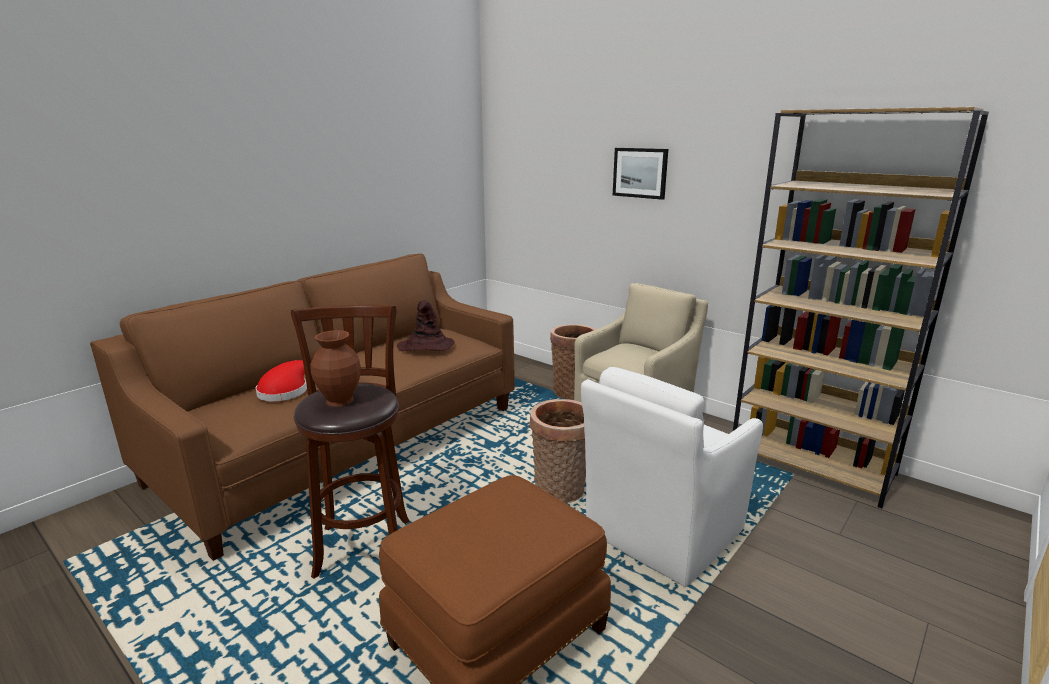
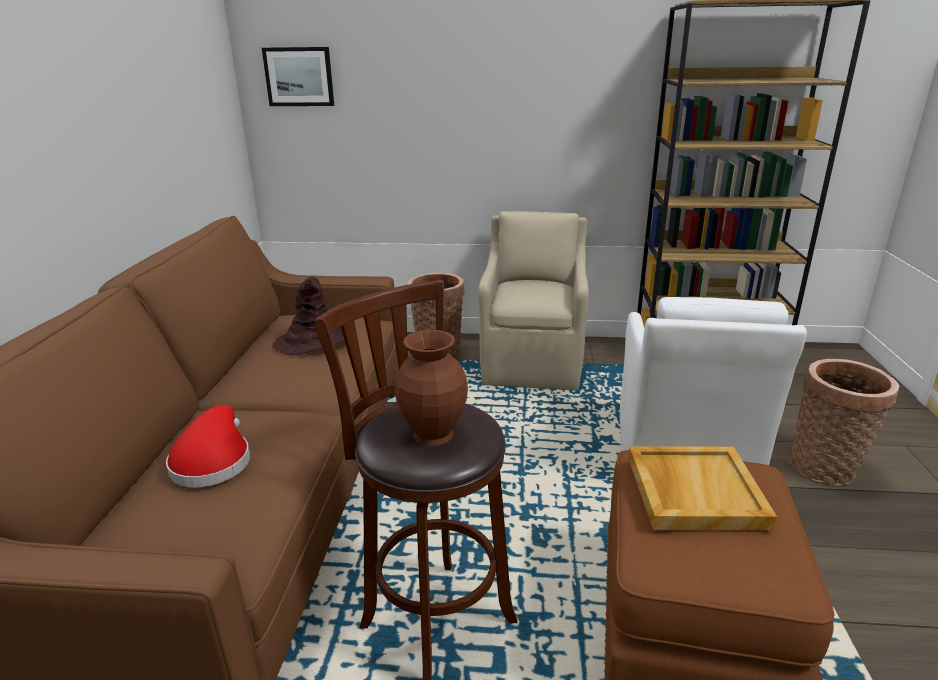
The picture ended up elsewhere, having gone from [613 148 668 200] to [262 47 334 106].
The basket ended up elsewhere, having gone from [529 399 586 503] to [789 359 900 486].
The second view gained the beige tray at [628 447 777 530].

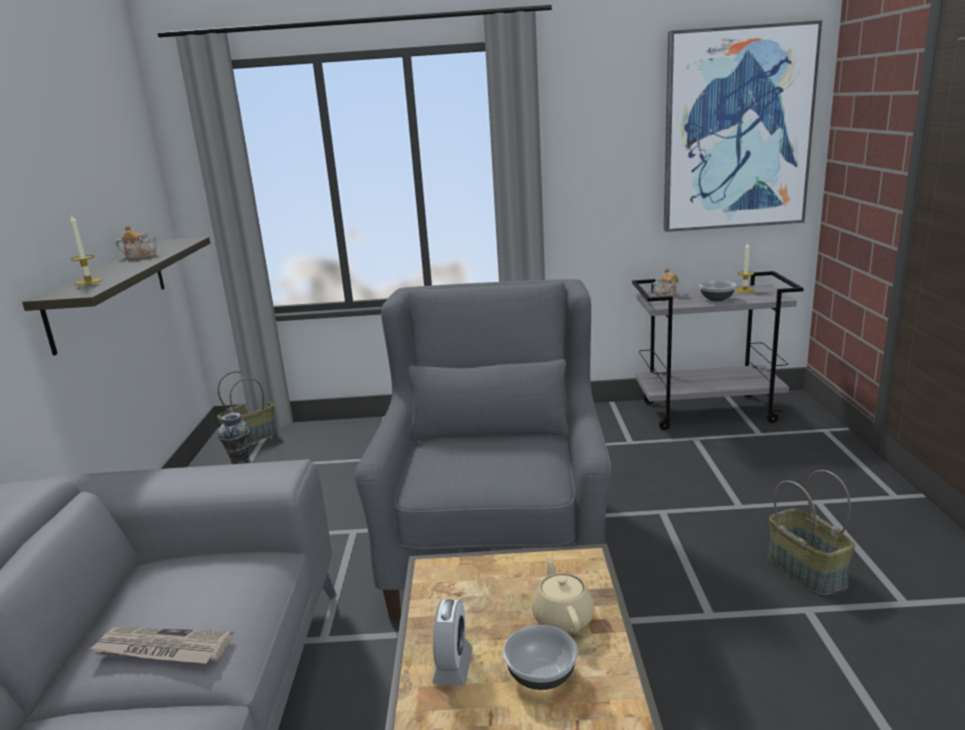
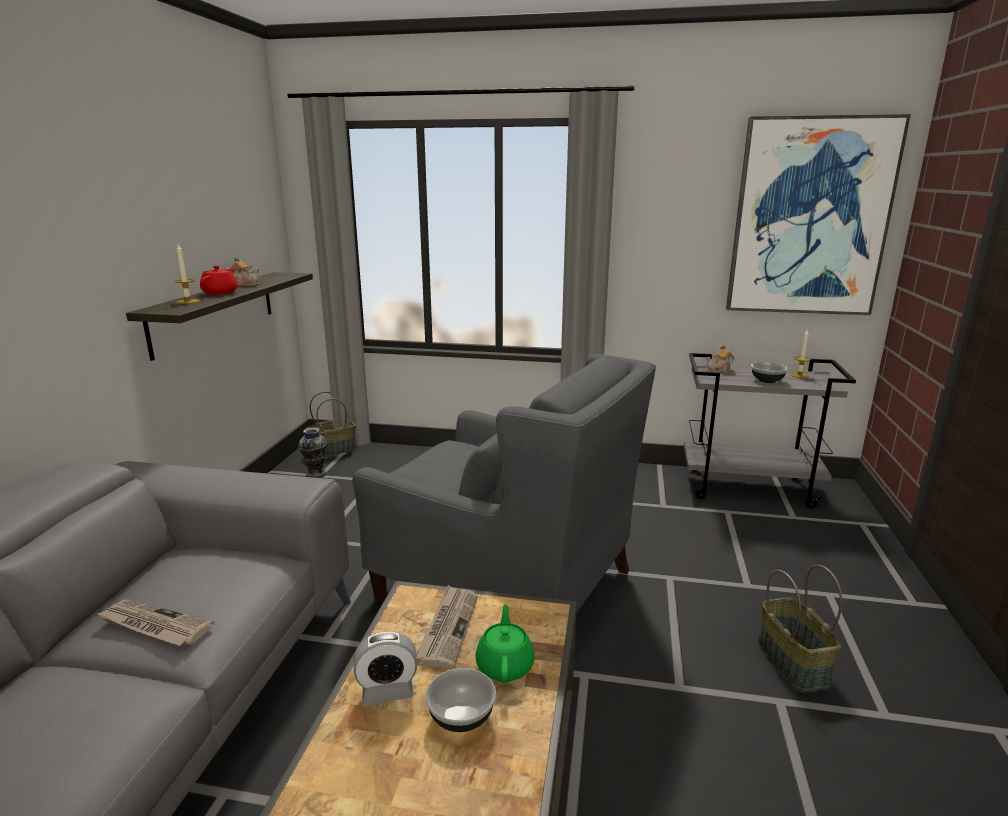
The grey armchair at [355 279 611 619] ended up facing another way, 105 degrees clockwise from before.
What was the beige teapot at [532 556 595 633] turned into the green teapot at [475 604 535 683].
The alarm clock at [432 599 473 685] ended up facing another way, 60 degrees clockwise from before.
The second view gained the red teapot at [200 265 238 295].
The second view gained the newspaper at [416 585 478 669].

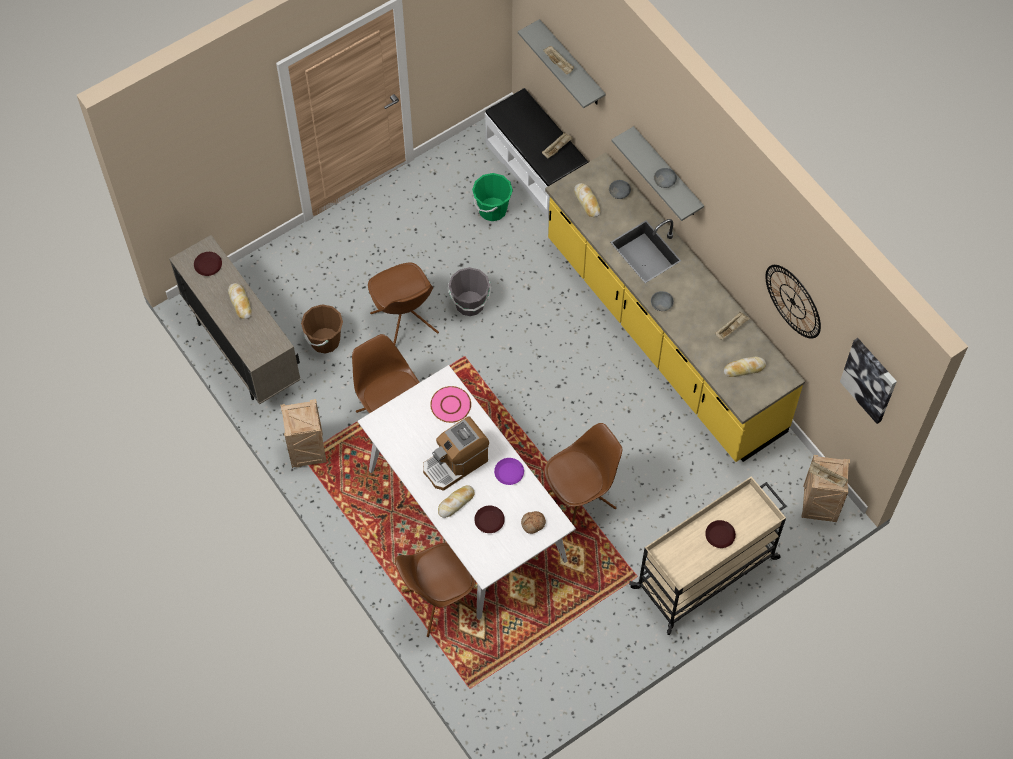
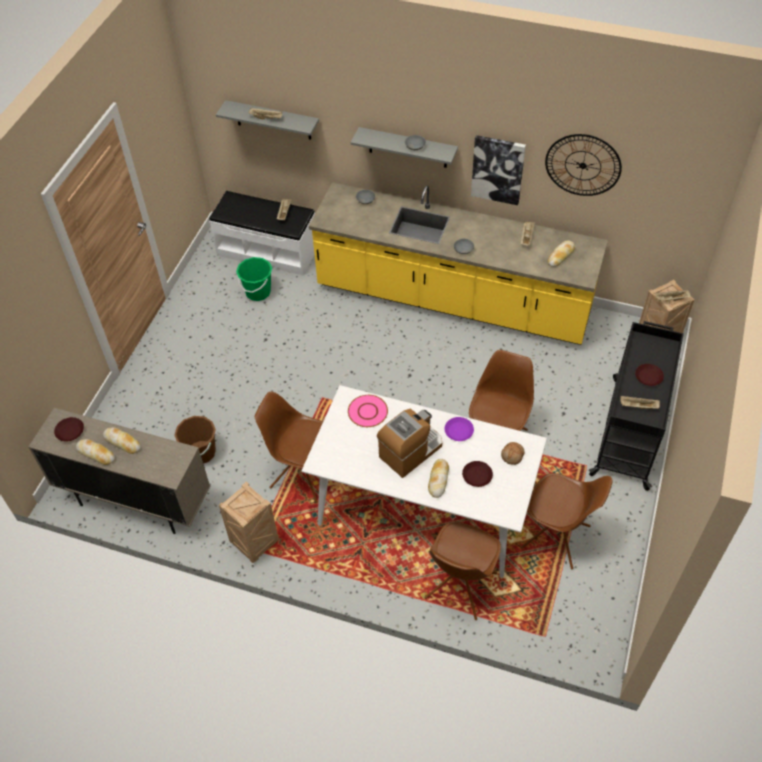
The bread ended up elsewhere, having gone from [574 183 600 217] to [76 439 115 465].
The brown chair ended up elsewhere, having gone from [368 262 439 345] to [521 473 613 569].
The second view lost the grey bucket at [449 267 491 316].
The picture ended up elsewhere, having gone from [840 338 897 424] to [471 135 526 205].
The coffee machine at [423 416 489 491] ended up facing another way, 150 degrees counterclockwise from before.
What was the beige cart at [629 476 787 635] turned into the black cart at [589 321 684 491].
The second view gained the beige tray at [620 396 660 409].

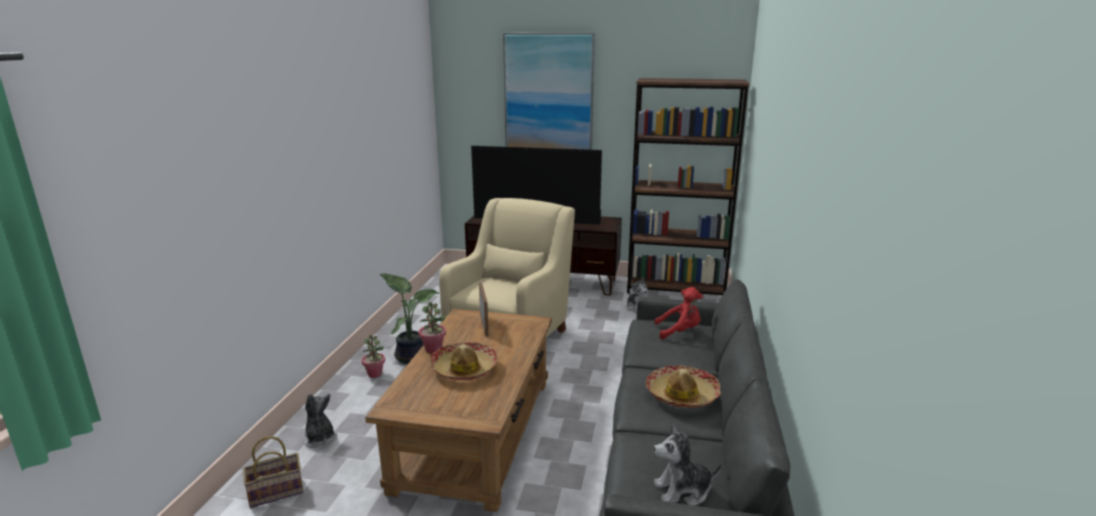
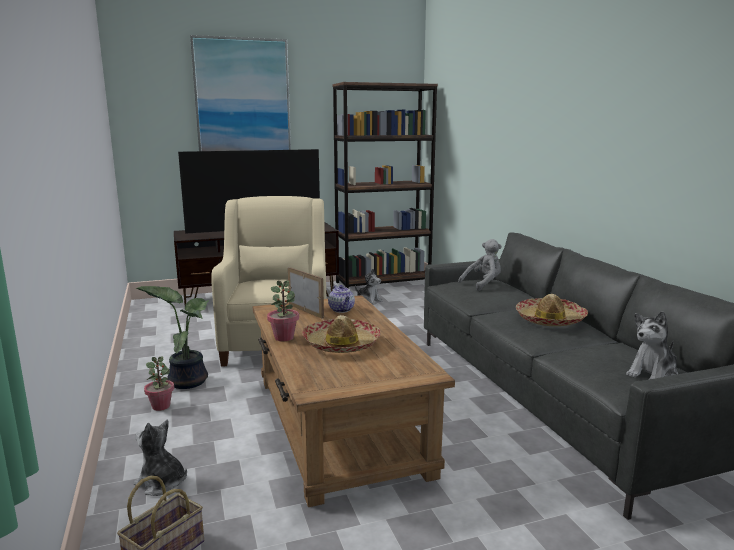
What was the red plush toy at [655 287 703 339] turned into the grey plush toy at [458 239 502 291].
The second view gained the teapot at [328 285 355 313].

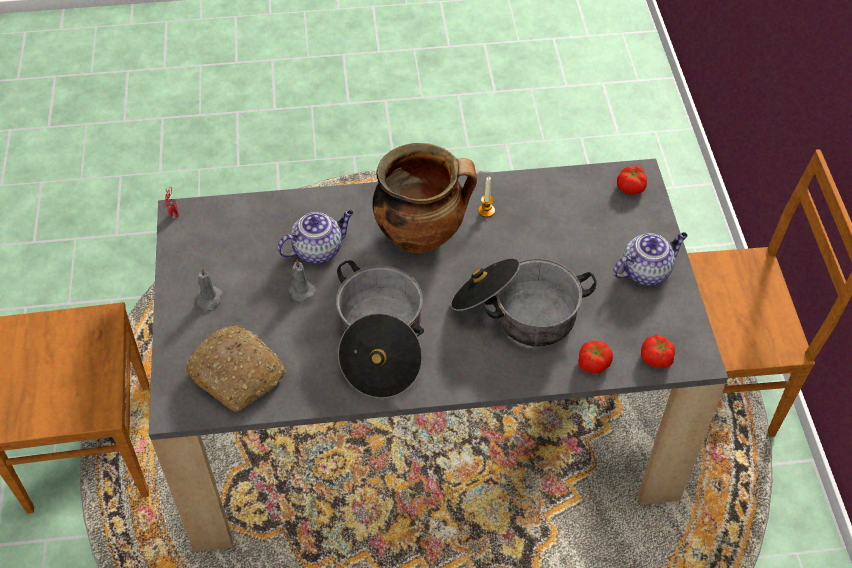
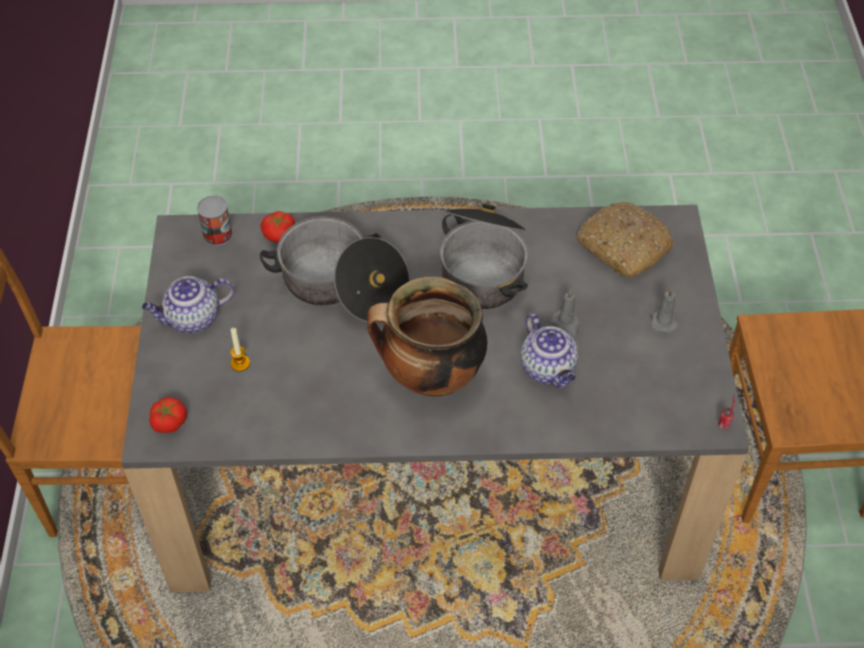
The candle ended up elsewhere, having gone from [478 177 495 217] to [231 328 250 371].
The teapot at [277 210 353 263] ended up facing another way, 90 degrees counterclockwise from before.
Where the tomato stood at [641 334 675 368], the can came to stand at [197 195 233 246].

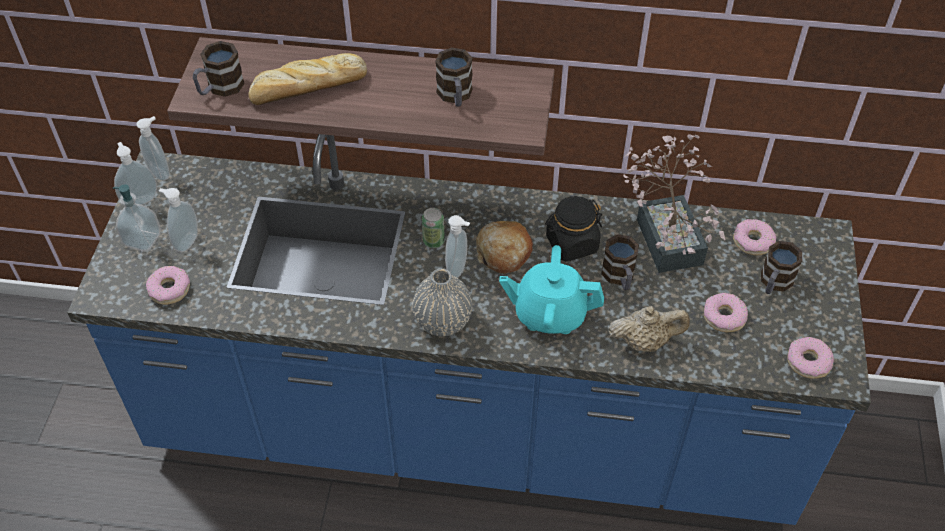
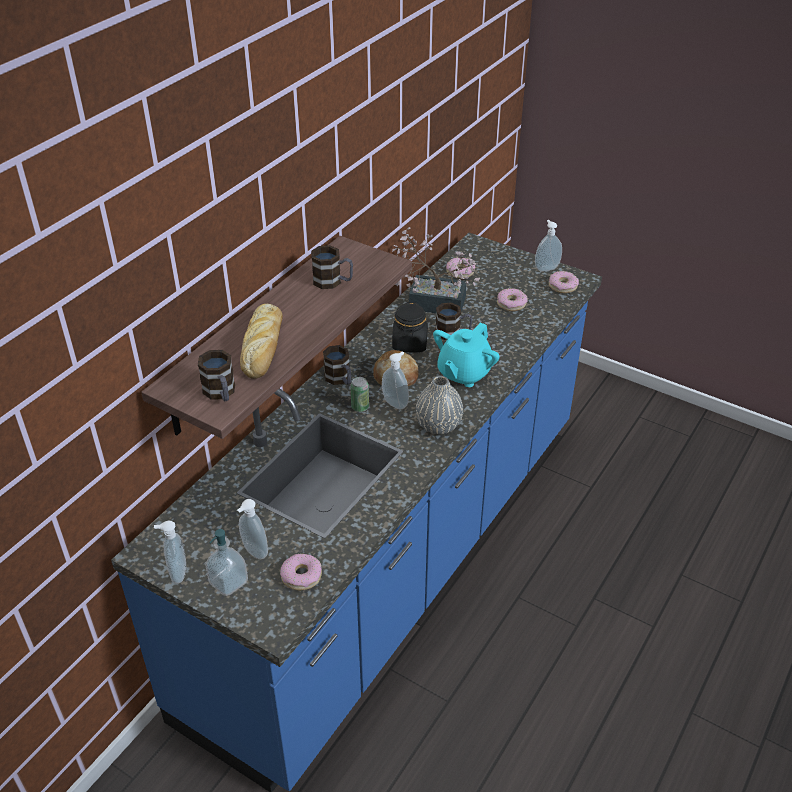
The soap dispenser ended up elsewhere, having gone from [136 116 170 181] to [535 220 562 271].
The mug ended up elsewhere, having gone from [761 241 802 294] to [323 345 351 385].
The second view lost the beige teapot at [609 306 690 352].

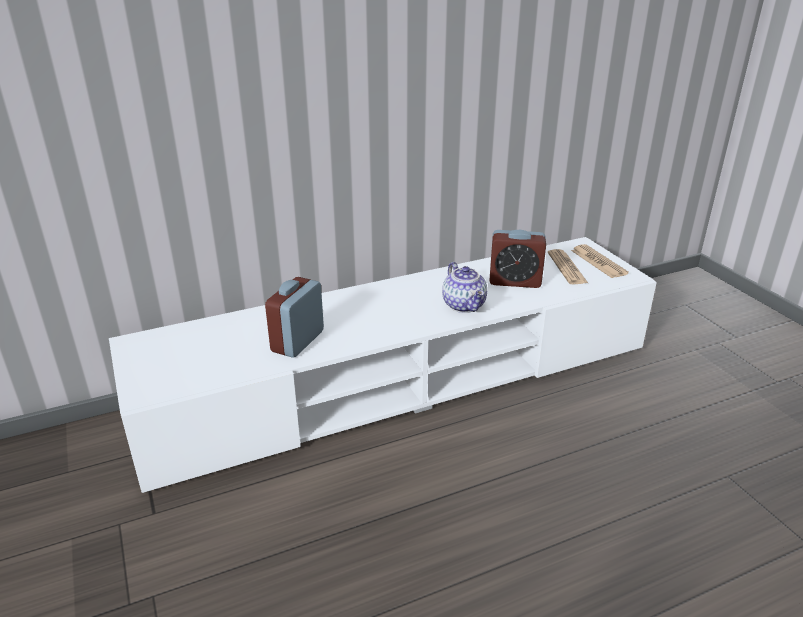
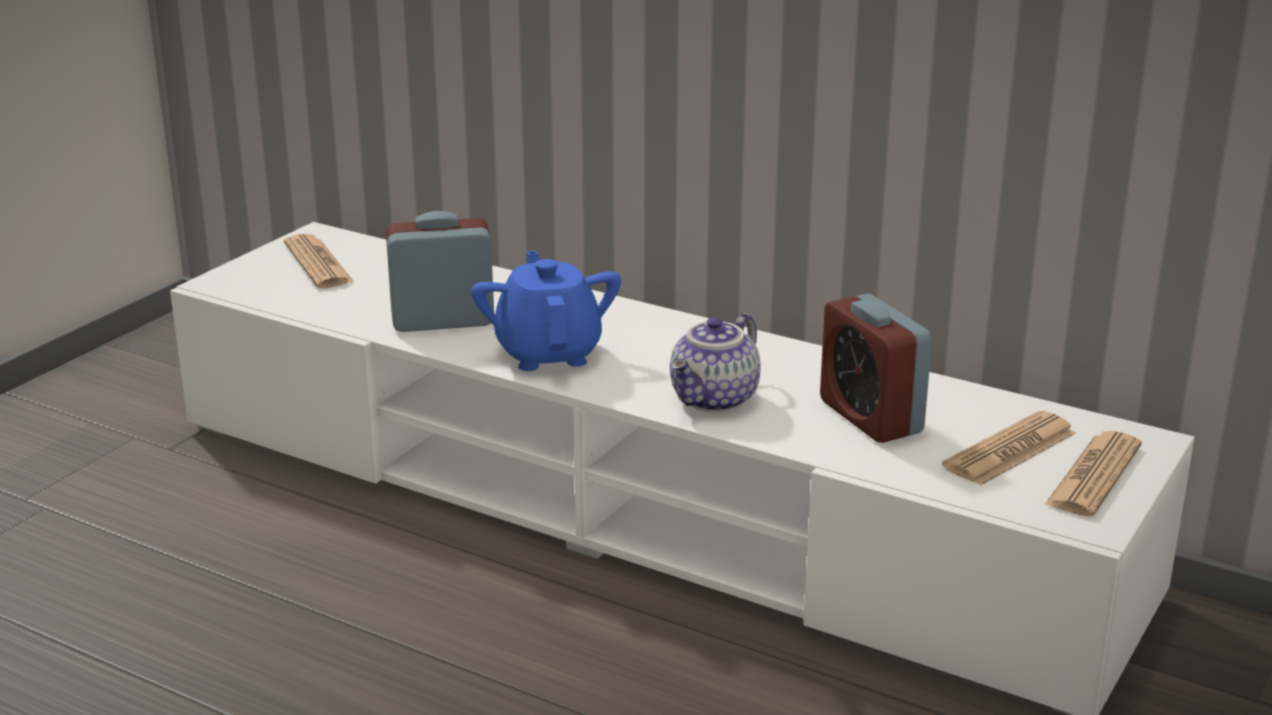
The second view gained the newspaper at [284 234 355 288].
The second view gained the blue teapot at [471 250 621 371].

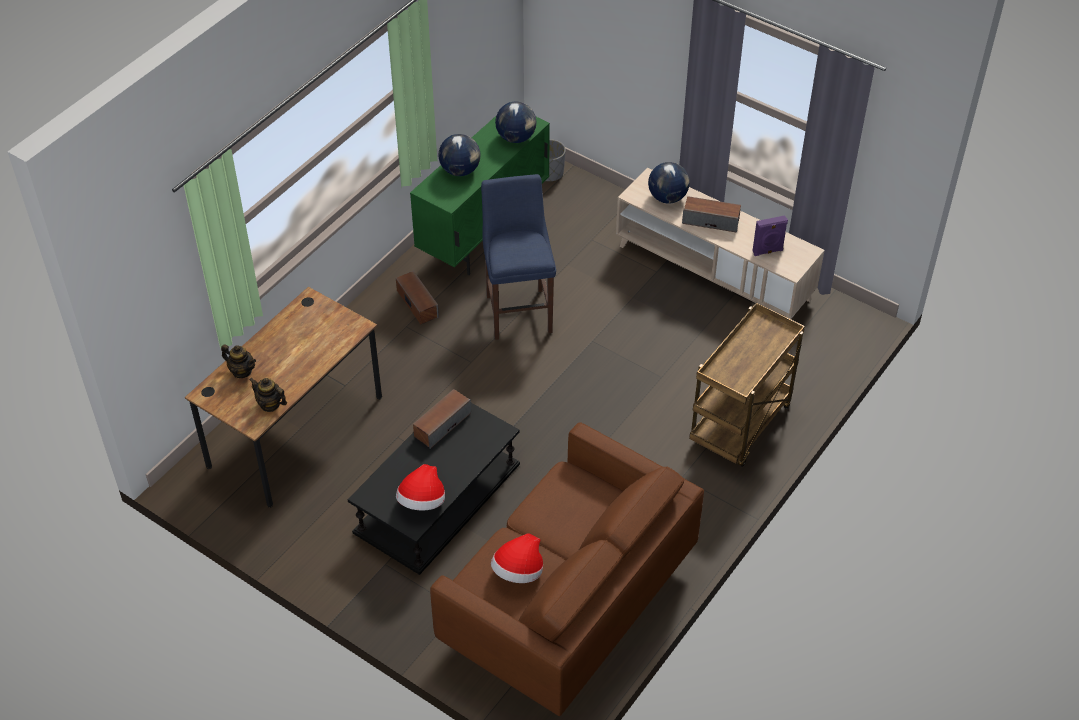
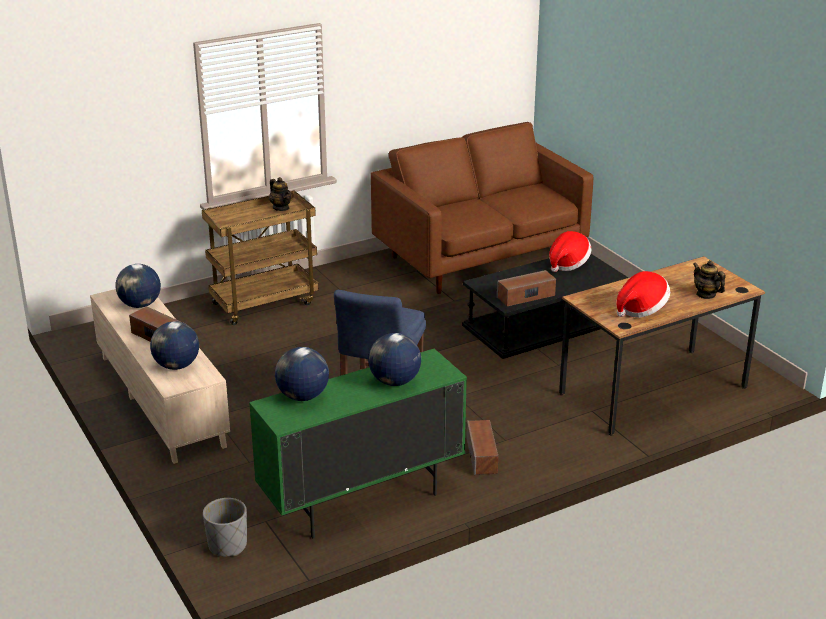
Where the purple speaker stood at [752 215 788 256], the globe came to stand at [115 264 161 308].
The teapot ended up elsewhere, having gone from [249 378 287 412] to [269 177 292 211].
The hat ended up elsewhere, having gone from [491 534 543 583] to [616 271 670 318].

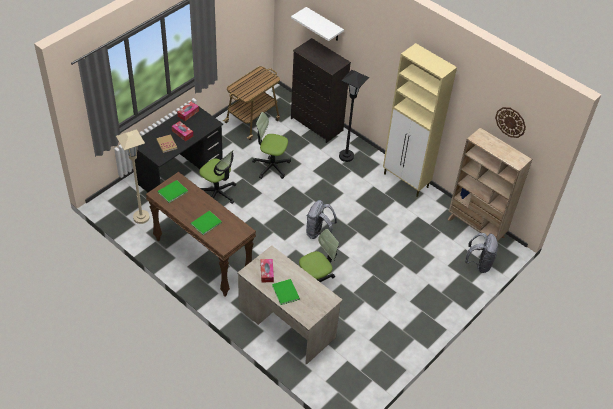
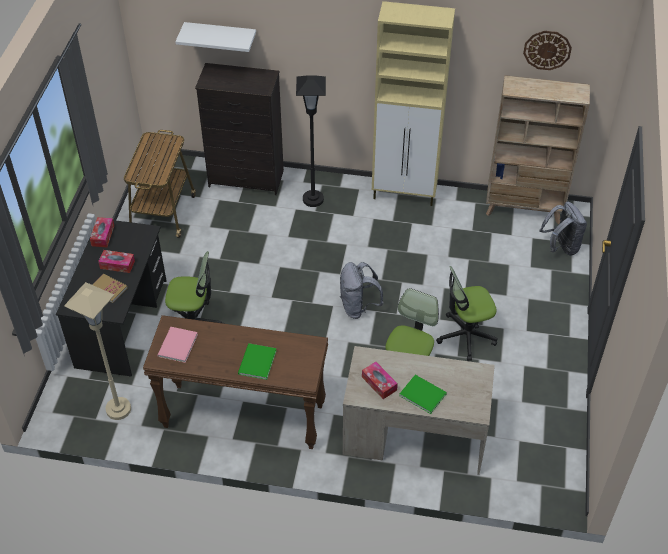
The office chair ended up elsewhere, having gone from [252 112 291 179] to [436 266 498 361].
What was the green book at [158 180 188 203] turned into the pink book at [157 327 198 363].

